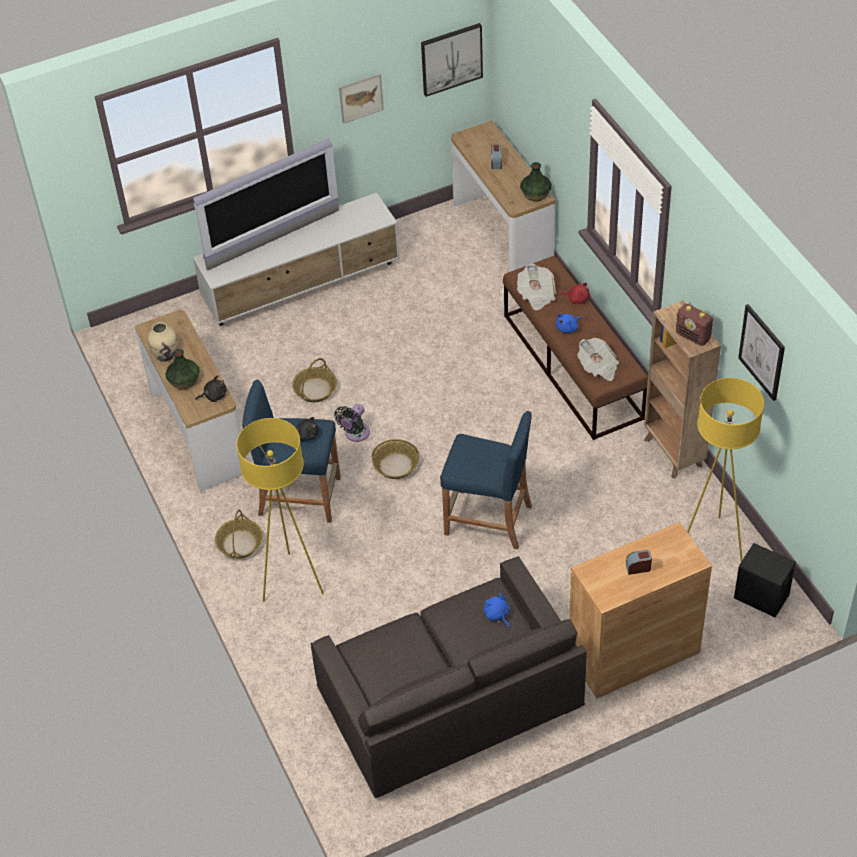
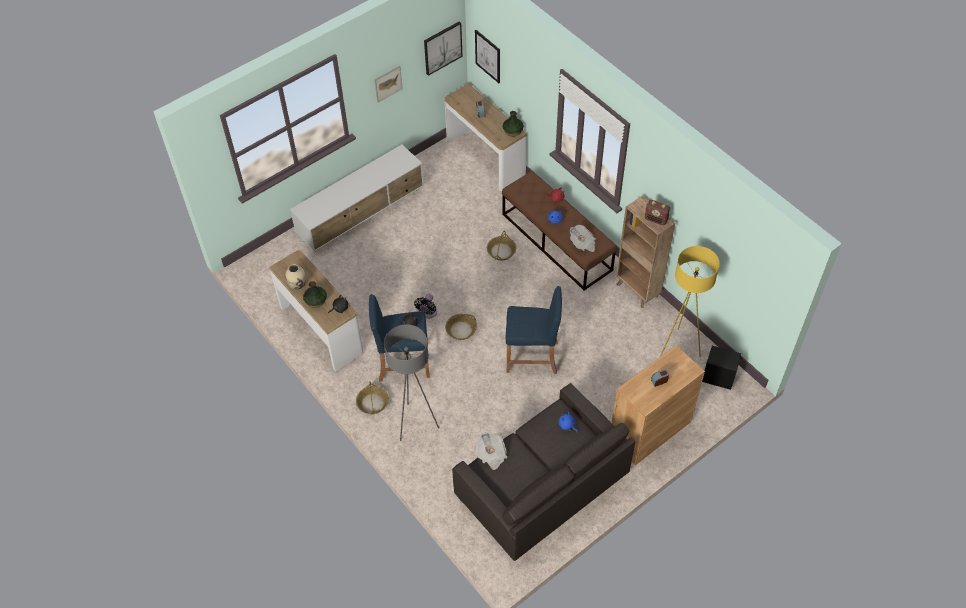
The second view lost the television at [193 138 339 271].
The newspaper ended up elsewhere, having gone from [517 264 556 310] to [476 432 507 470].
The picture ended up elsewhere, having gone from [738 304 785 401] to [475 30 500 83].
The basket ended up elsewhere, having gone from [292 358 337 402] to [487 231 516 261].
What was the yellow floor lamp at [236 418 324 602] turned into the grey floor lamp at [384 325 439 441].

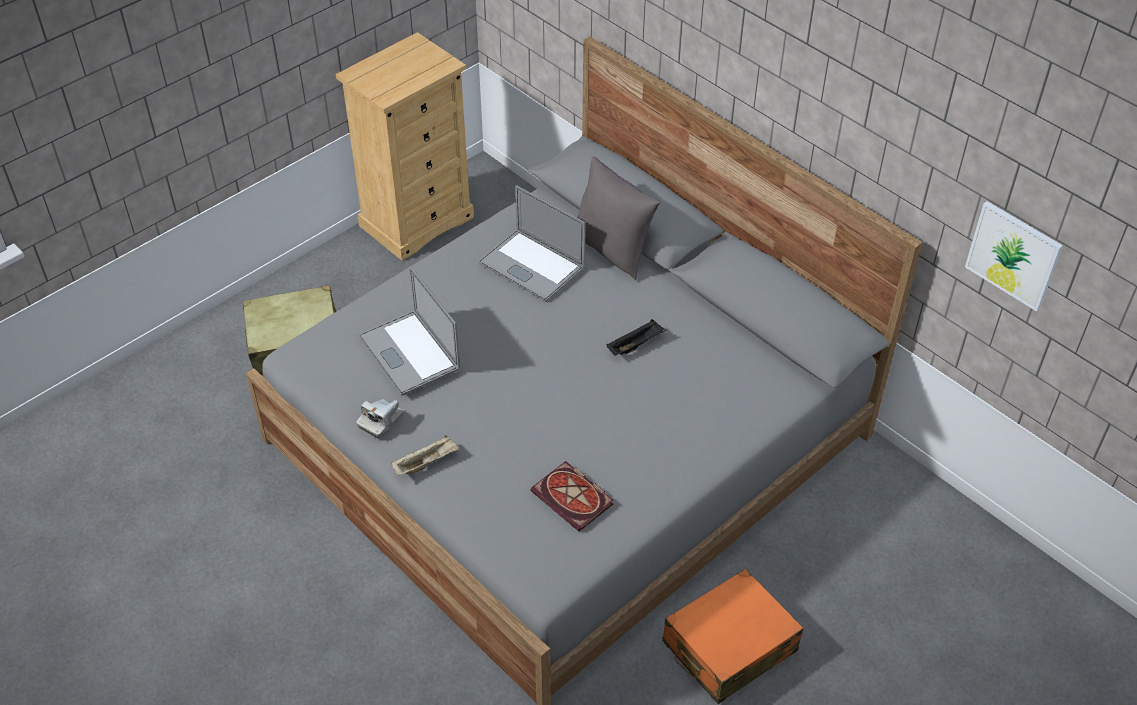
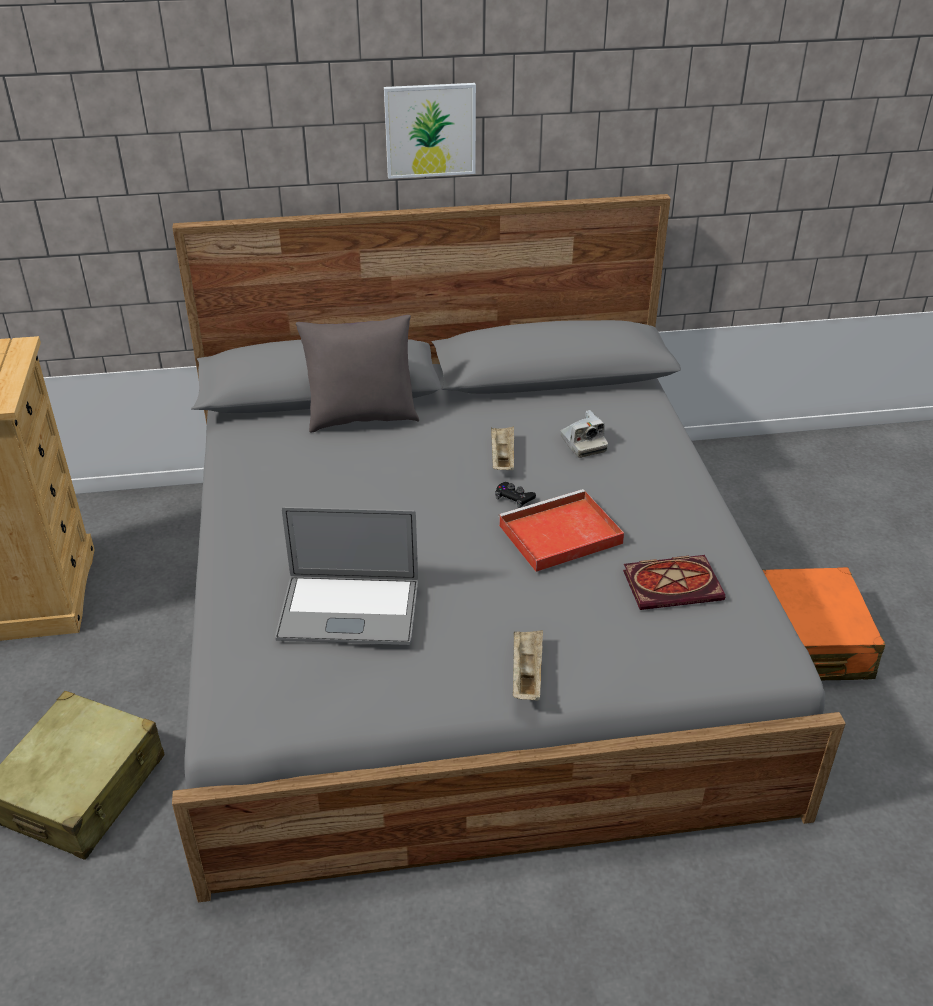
The second view lost the laptop at [479 185 586 302].
The picture ended up elsewhere, having gone from [965 201 1063 312] to [384 83 476 179].
What was the black tray at [607 319 667 356] turned into the beige tray at [491 426 514 470].
The photo camera ended up elsewhere, having gone from [356 399 403 439] to [561 410 608 458].
The second view gained the black game controller at [496 482 536 508].
The second view gained the red tray at [498 489 624 572].

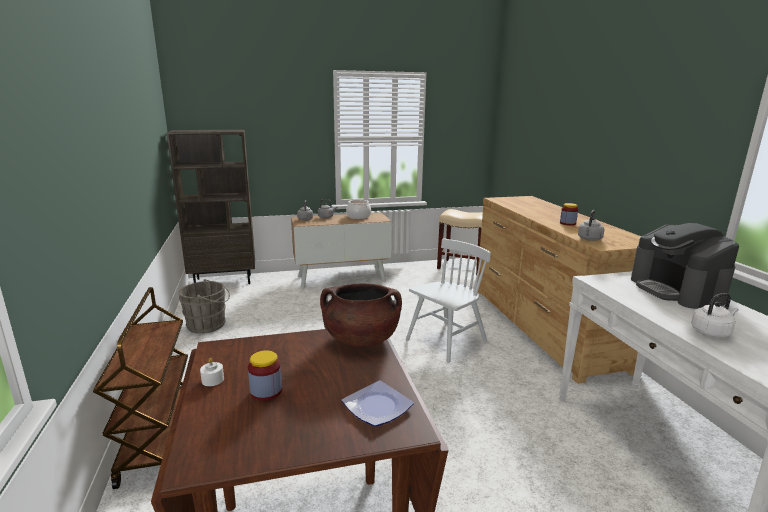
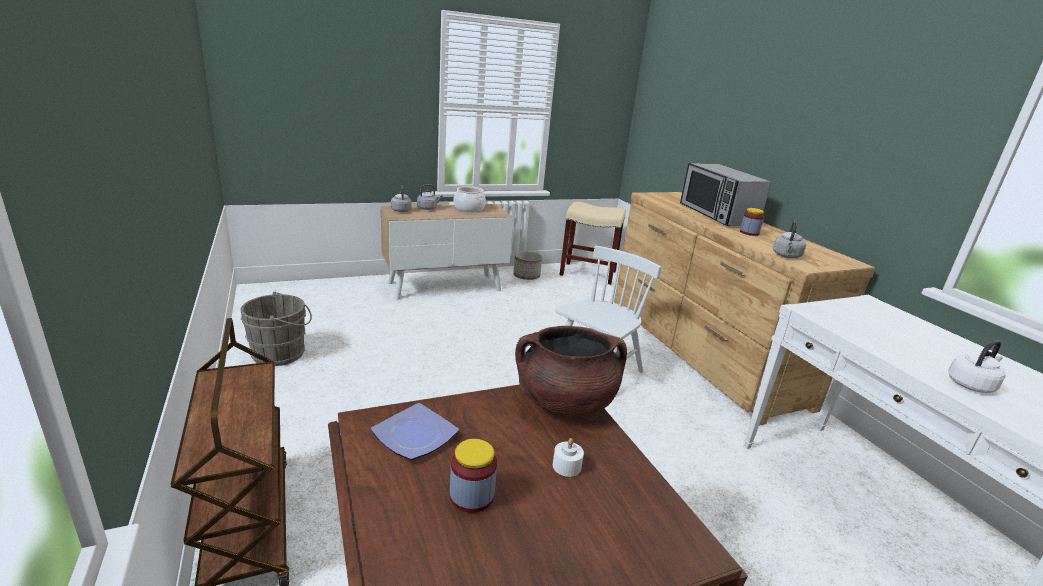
The second view lost the brown bookcase at [167 130 255 284].
The second view lost the coffee machine at [631 223 739 309].
The white candle ended up elsewhere, having gone from [200 358 224 386] to [553 438 584 477].
The plate ended up elsewhere, having gone from [342 380 414 427] to [371 403 459 460].
The second view gained the microwave at [680 163 771 226].
The second view gained the planter at [513 251 542 280].

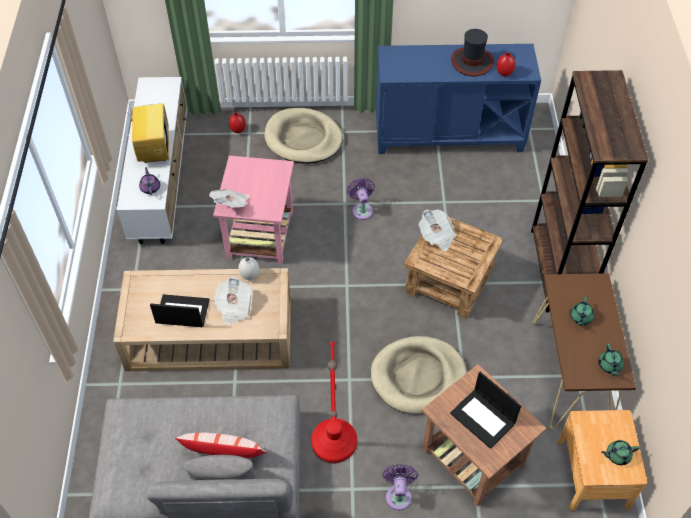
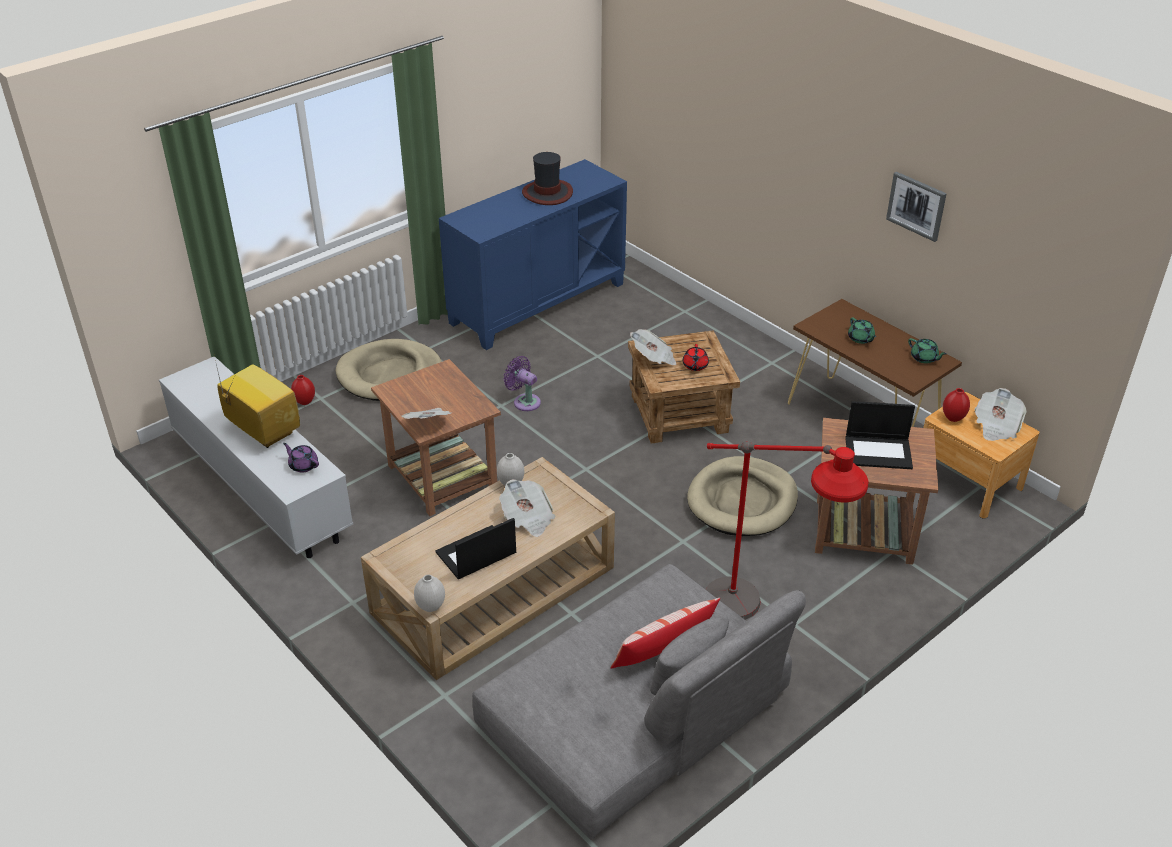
The red vase ended up elsewhere, having gone from [496 52 516 77] to [943 388 970 422].
The second view lost the brown bookcase at [531 70 649 312].
What was the pink side table at [213 156 294 264] turned into the brown side table at [371 359 501 516].
Where the green teapot stood at [601 440 639 465], the newspaper came to stand at [974 388 1027 441].
The second view lost the purple fan at [382 464 418 510].
The second view gained the picture at [886 172 947 242].
The second view gained the red teapot at [683 344 709 371].
The second view gained the white vase at [414 575 445 612].

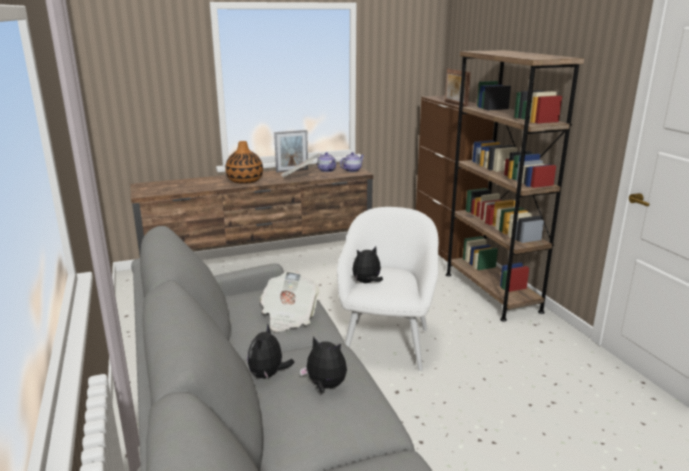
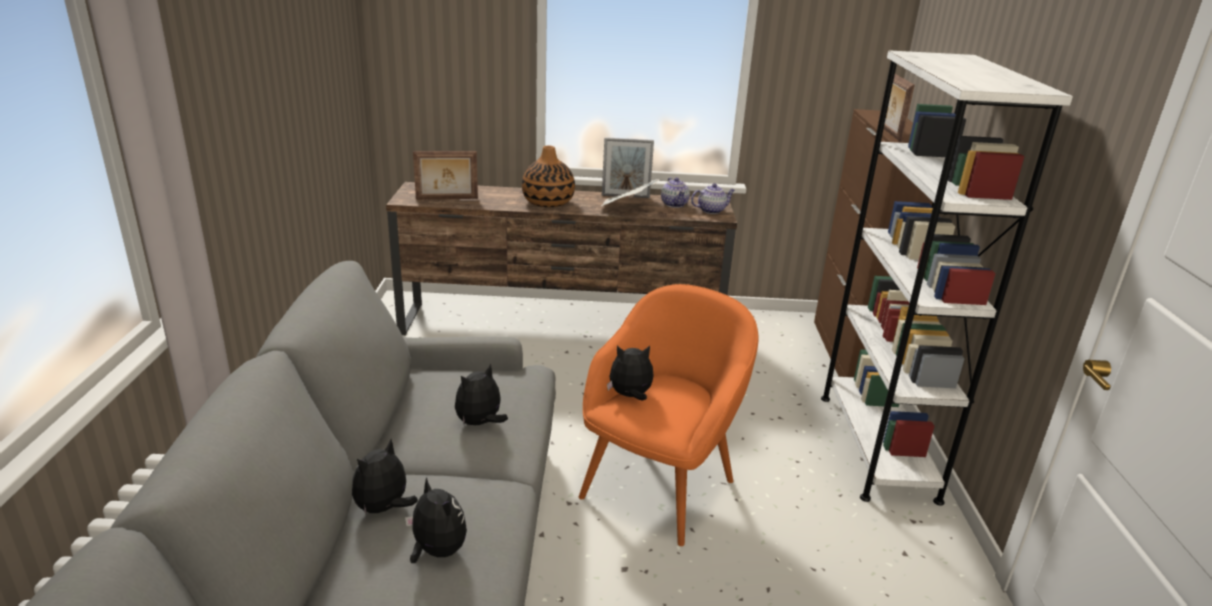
What was the brown bookcase at [446 50 584 322] turned into the white bookcase at [821 50 1073 506].
What was the white armchair at [337 207 439 371] turned into the orange armchair at [579 284 758 546].
Where the newspaper stood at [260 271 320 332], the plush toy came to stand at [455 364 508 425].
The second view gained the picture frame at [413 151 478 199].

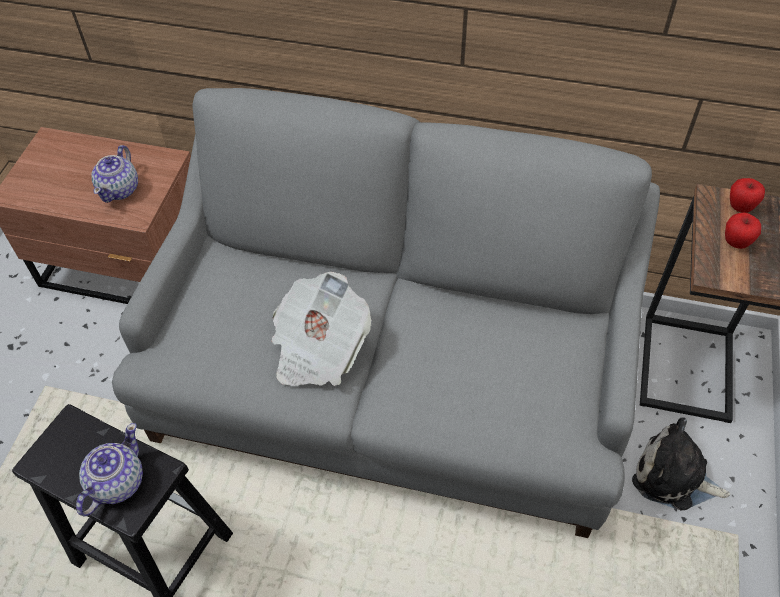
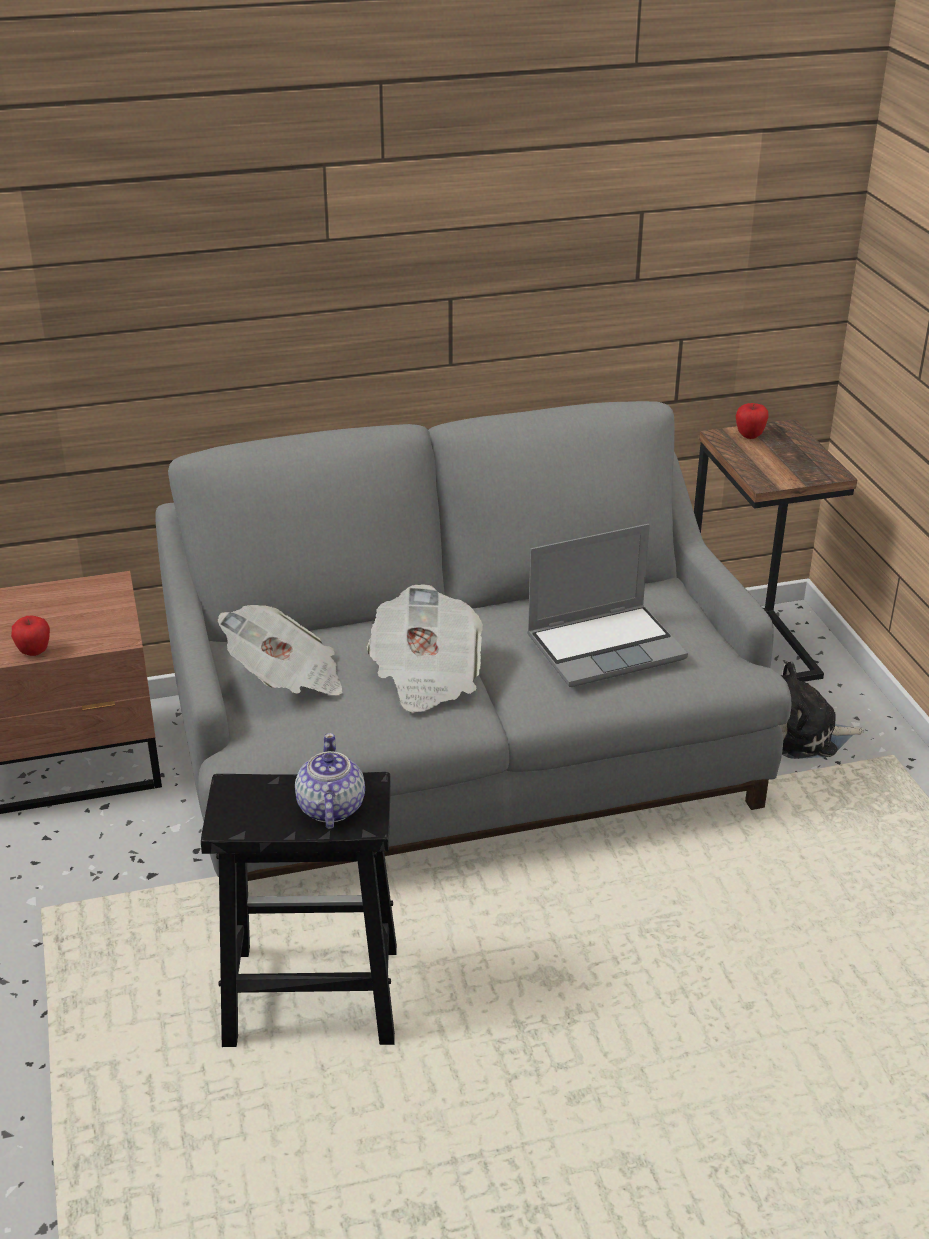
The second view lost the teapot at [92 145 138 203].
The apple ended up elsewhere, having gone from [725 213 761 249] to [11 616 50 656].
The second view gained the laptop at [527 524 688 687].
The second view gained the newspaper at [218 605 343 695].

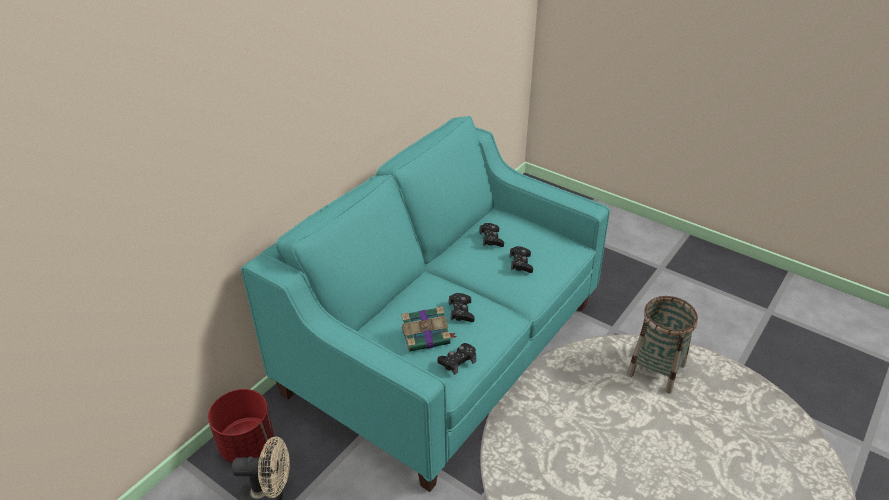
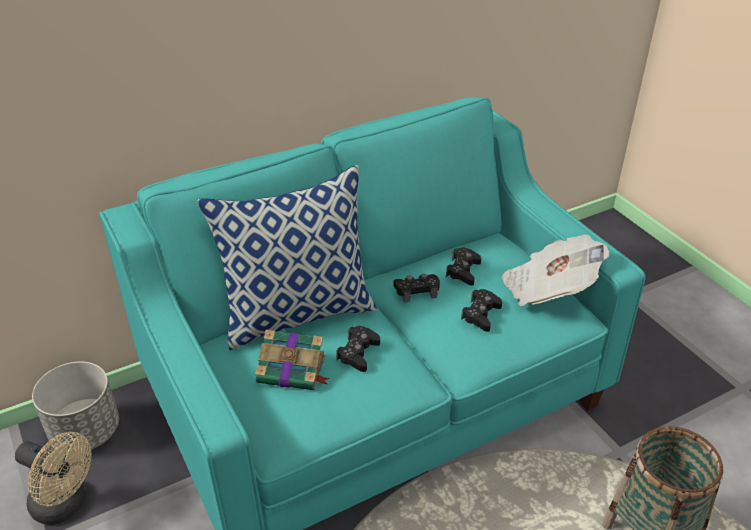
The black game controller ended up elsewhere, having gone from [438 343 476 375] to [394 274 440 302].
What was the red planter at [208 389 274 463] turned into the grey planter at [32 362 119 453].
The second view gained the pillow at [197 165 377 350].
The second view gained the newspaper at [502 235 609 306].

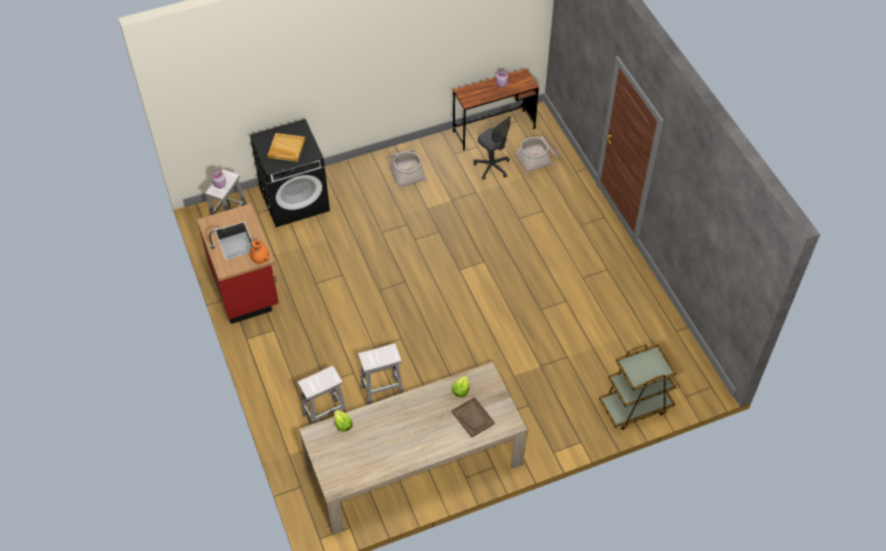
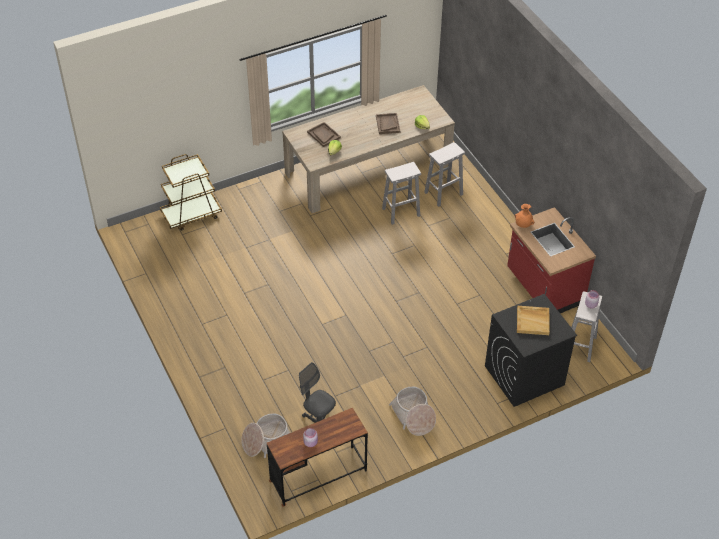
The second view gained the brown tray at [376 113 400 134].

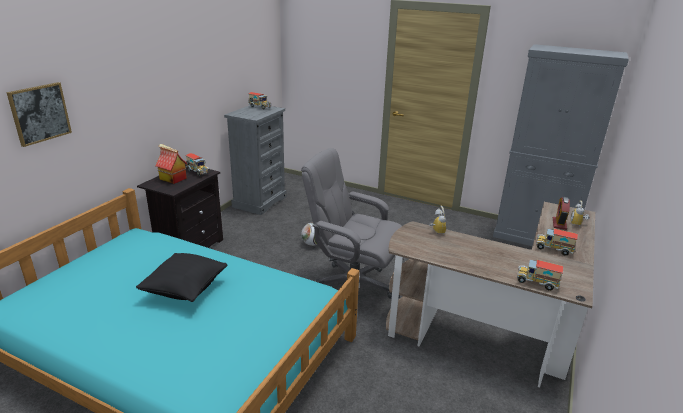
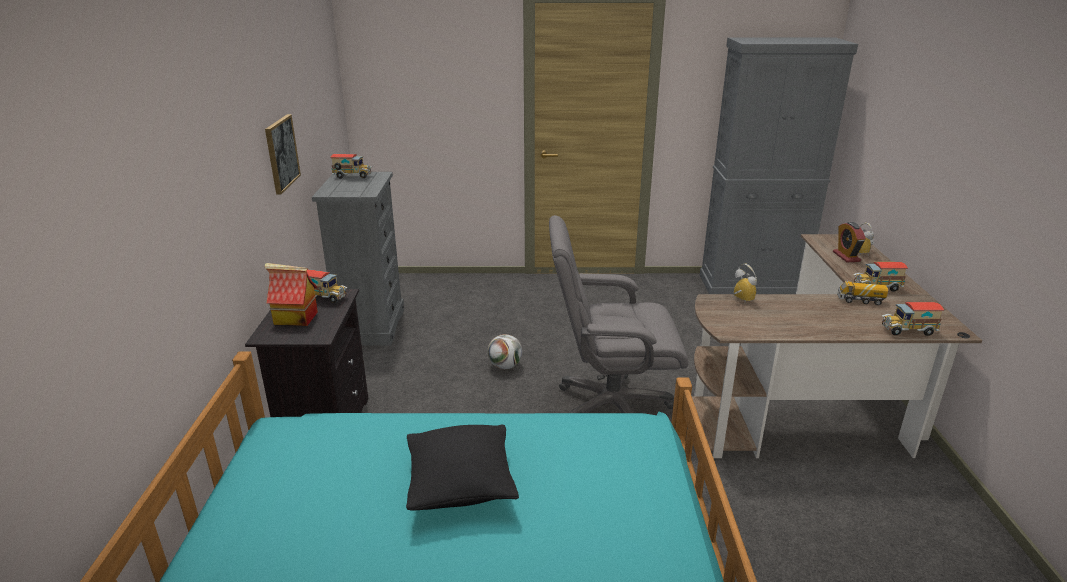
The picture ended up elsewhere, having gone from [6 82 72 147] to [265 114 301 195].
The second view gained the toy truck at [837 281 888 305].

